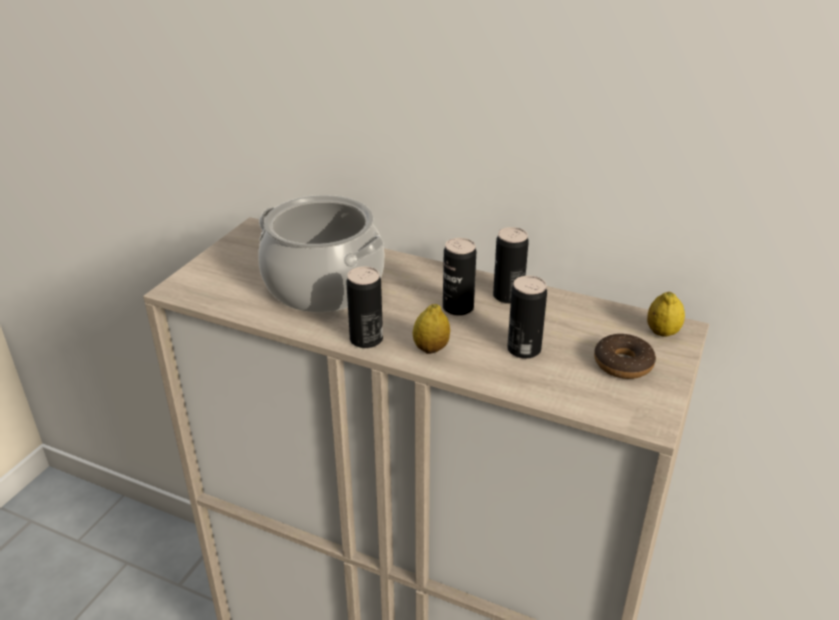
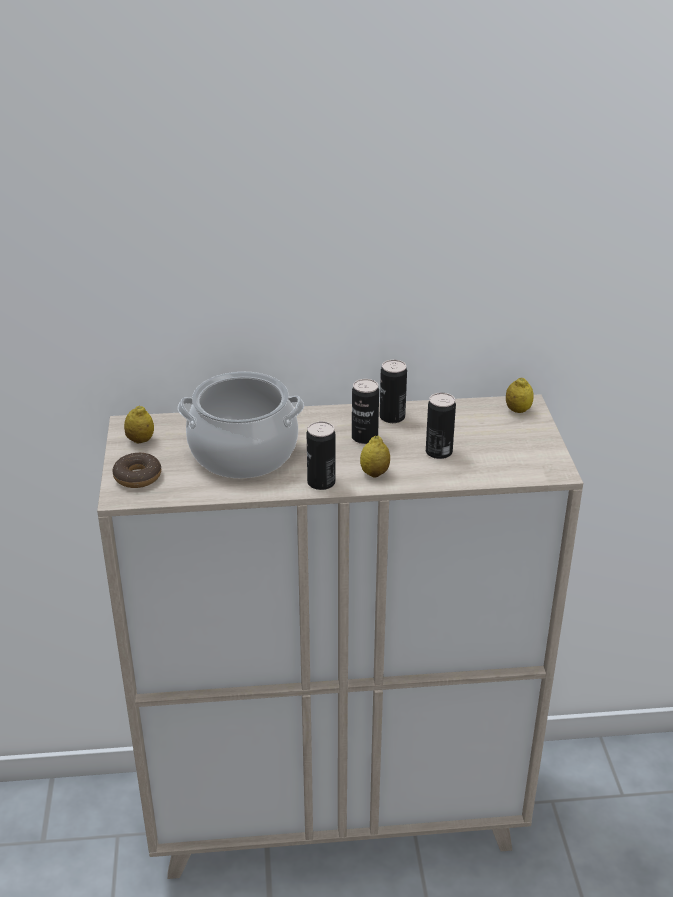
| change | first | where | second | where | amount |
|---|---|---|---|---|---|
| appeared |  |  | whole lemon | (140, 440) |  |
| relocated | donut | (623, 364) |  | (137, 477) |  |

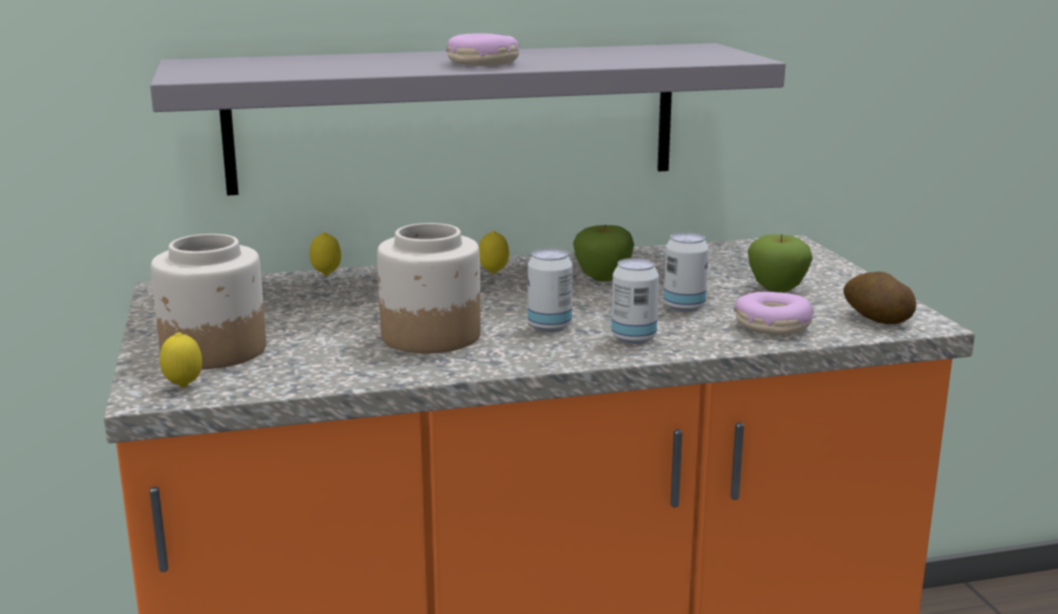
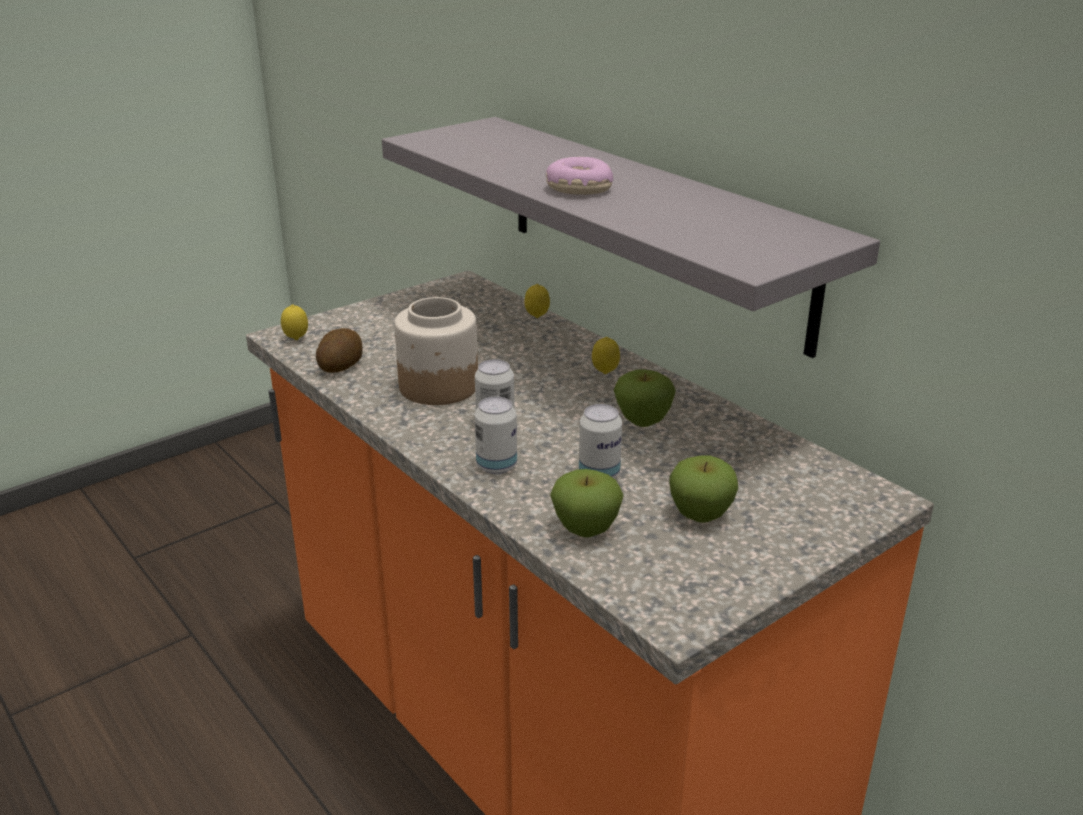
| change | first | where | second | where | amount |
|---|---|---|---|---|---|
| missing | jar | (213, 351) |  |  |  |
| relocated | whole potato | (876, 319) |  | (341, 365) |  |
| exchanged | donut | (773, 326) | whole apple | (585, 529) |  |

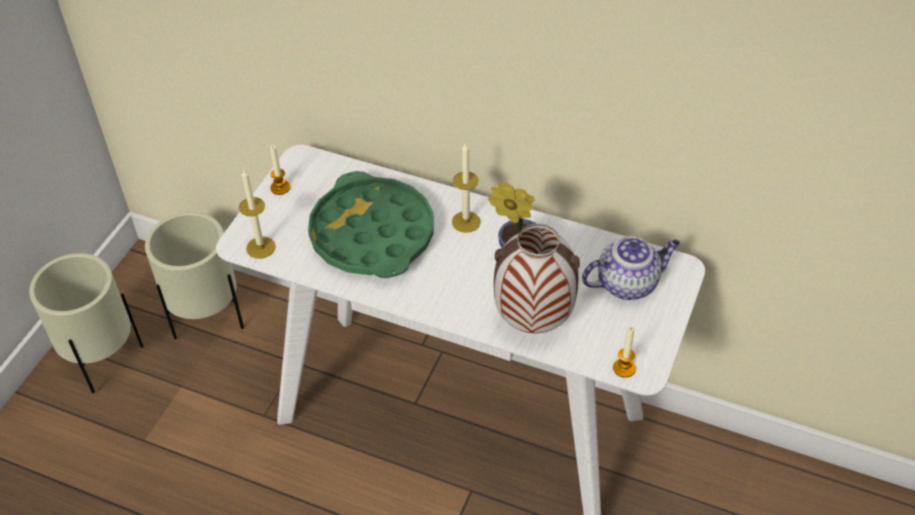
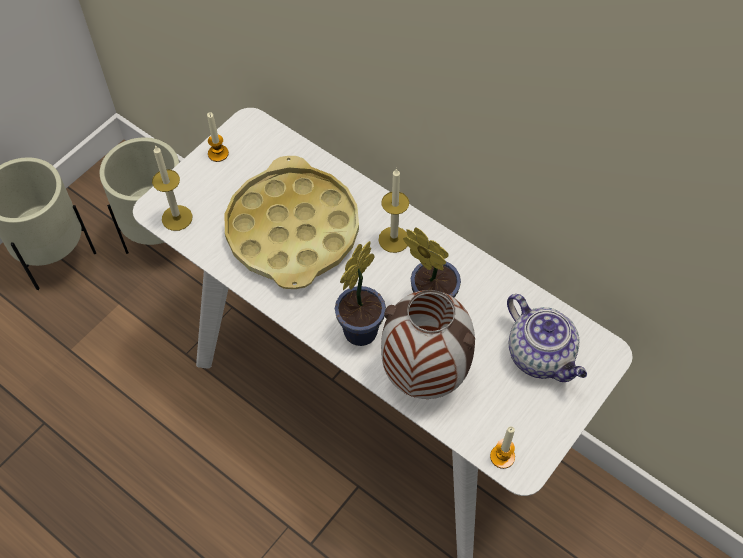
| change | first | where | second | where | amount |
|---|---|---|---|---|---|
| appeared |  |  | houseplant | (363, 328) |  |
| colour | carrying tray/greenish | (372, 234) | carrying tray/yellow-coloured | (292, 230) |  |
| spun | teapot | (628, 283) |  | (541, 356) | 60 degrees clockwise |

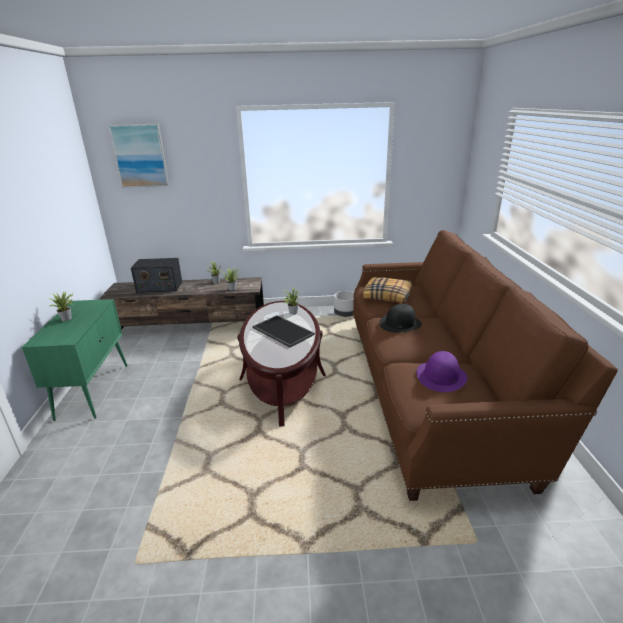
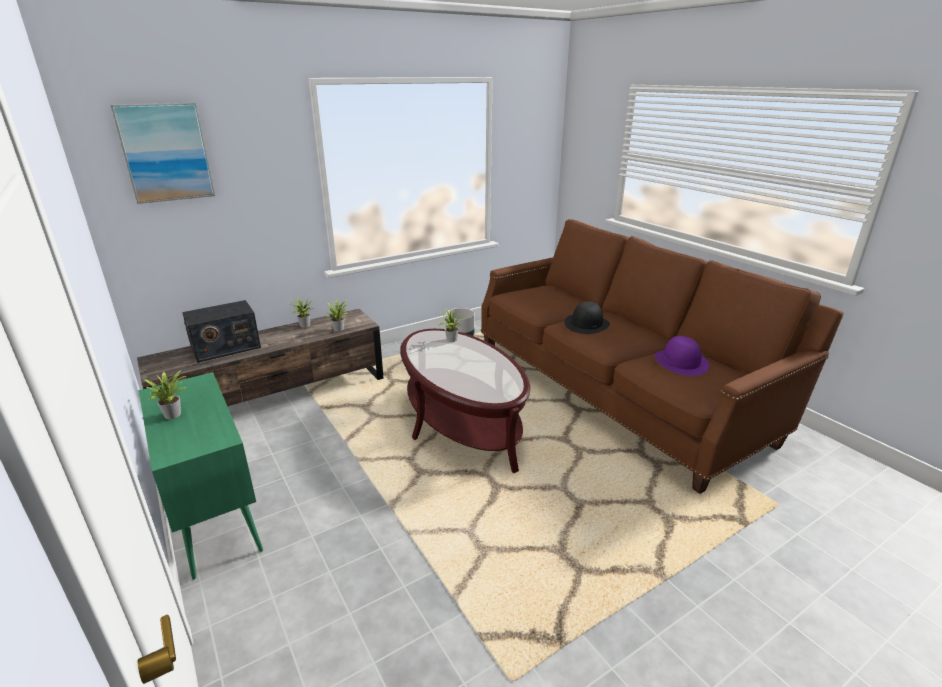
| change | first | where | second | where | amount |
|---|---|---|---|---|---|
| missing | carrying tray | (281, 331) |  |  |  |
| missing | pillow | (387, 296) |  |  |  |

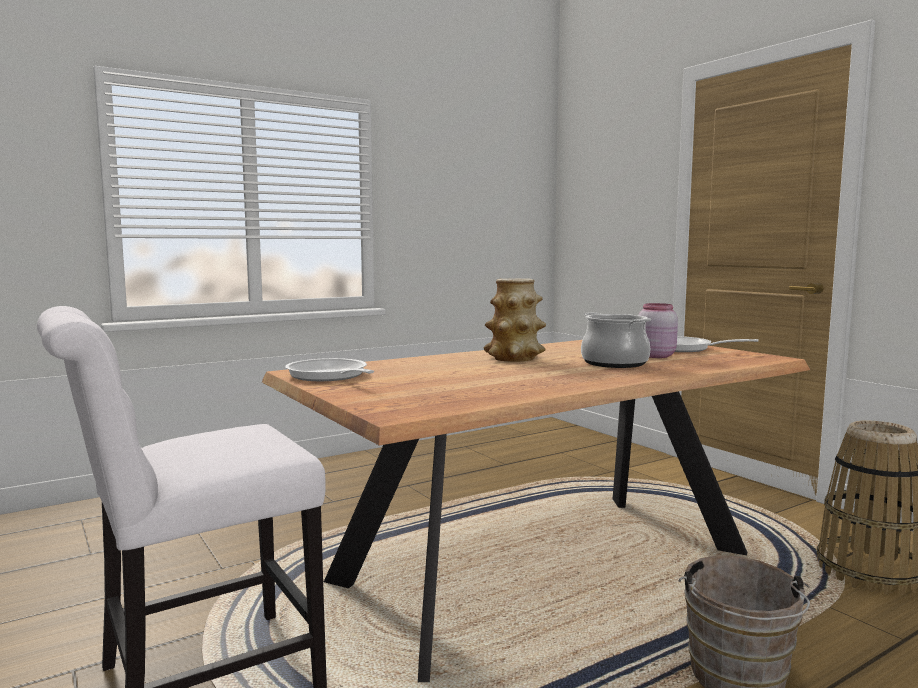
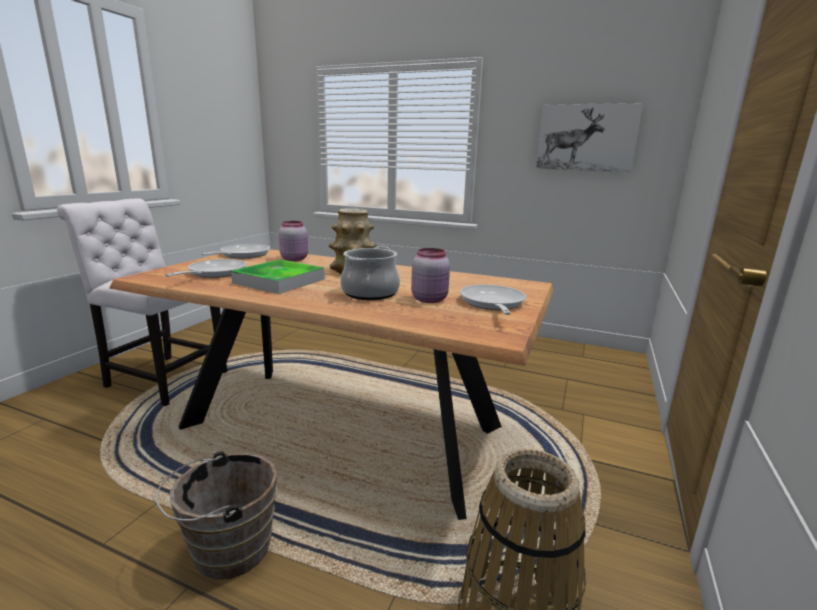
| change | first | where | second | where | amount |
|---|---|---|---|---|---|
| appeared |  |  | frying pan | (214, 273) |  |
| appeared |  |  | carrying tray | (279, 281) |  |
| appeared |  |  | jar/pink | (294, 259) |  |
| appeared |  |  | wall art | (586, 138) |  |

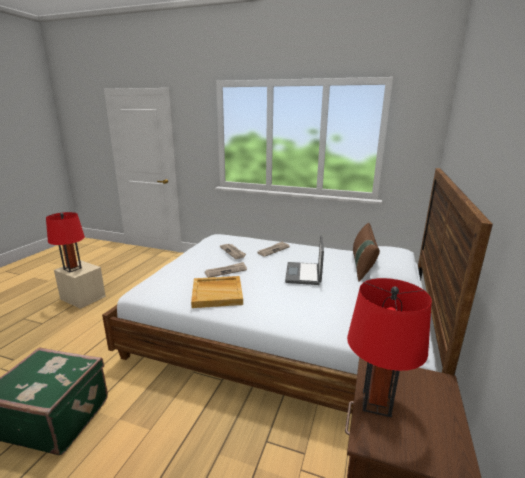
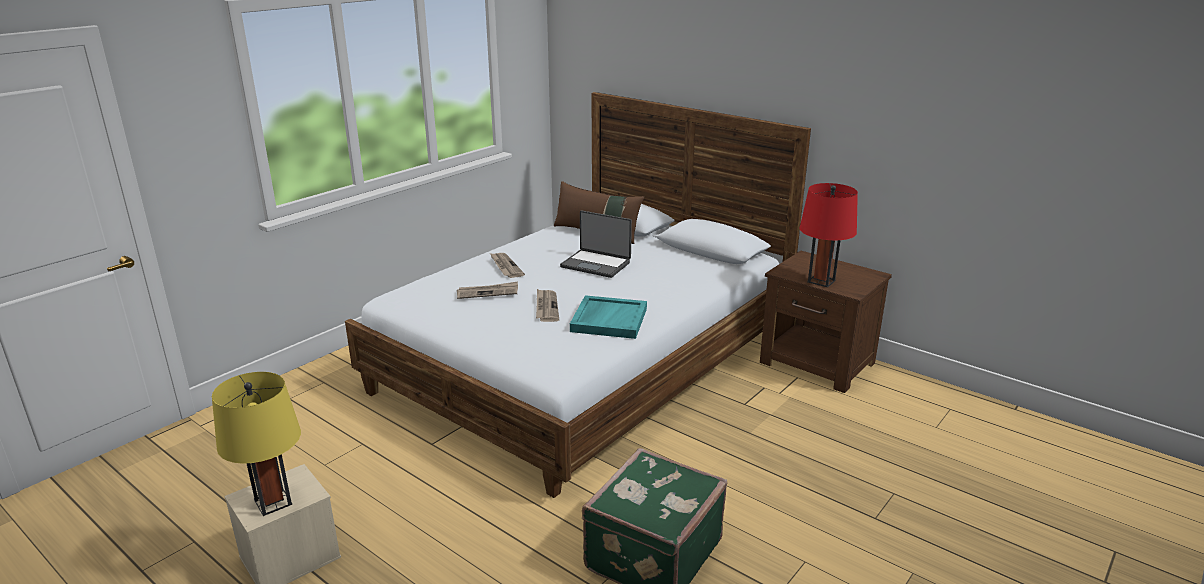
| change | first | where | second | where | amount |
|---|---|---|---|---|---|
| colour | lamp for a table/red-coloured | (72, 268) | lamp for a table/yellow-coloured | (273, 502) |  |
| colour | carrying tray/sand-coloured | (217, 293) | carrying tray/turquoise | (608, 319) |  |

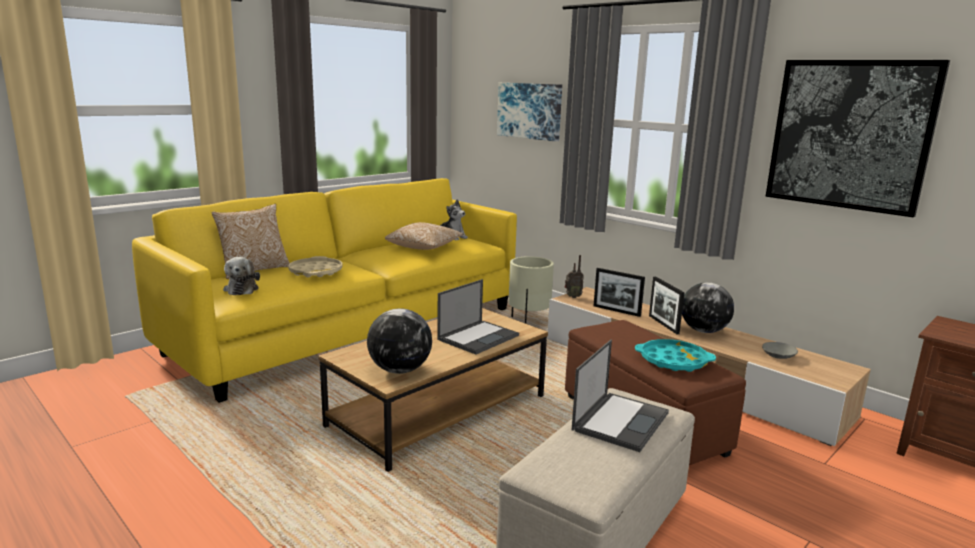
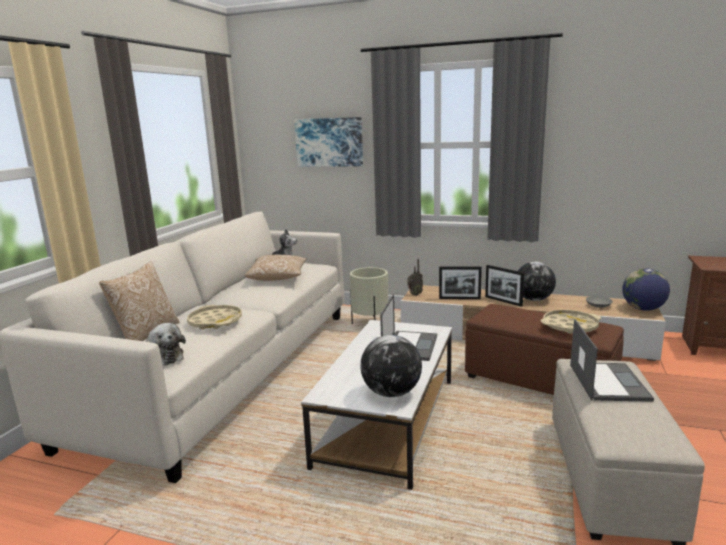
| change | first | where | second | where | amount |
|---|---|---|---|---|---|
| missing | wall art | (849, 135) |  |  |  |
| appeared |  |  | world globe | (643, 309) |  |
| colour | settee/yellow-coloured | (351, 330) | settee/white | (226, 371) |  |
| colour | lounge table/brown-coloured | (438, 411) | lounge table/white | (387, 421) |  |
| colour | carrying tray/turquoise | (673, 361) | carrying tray/sand-coloured | (570, 326) |  |

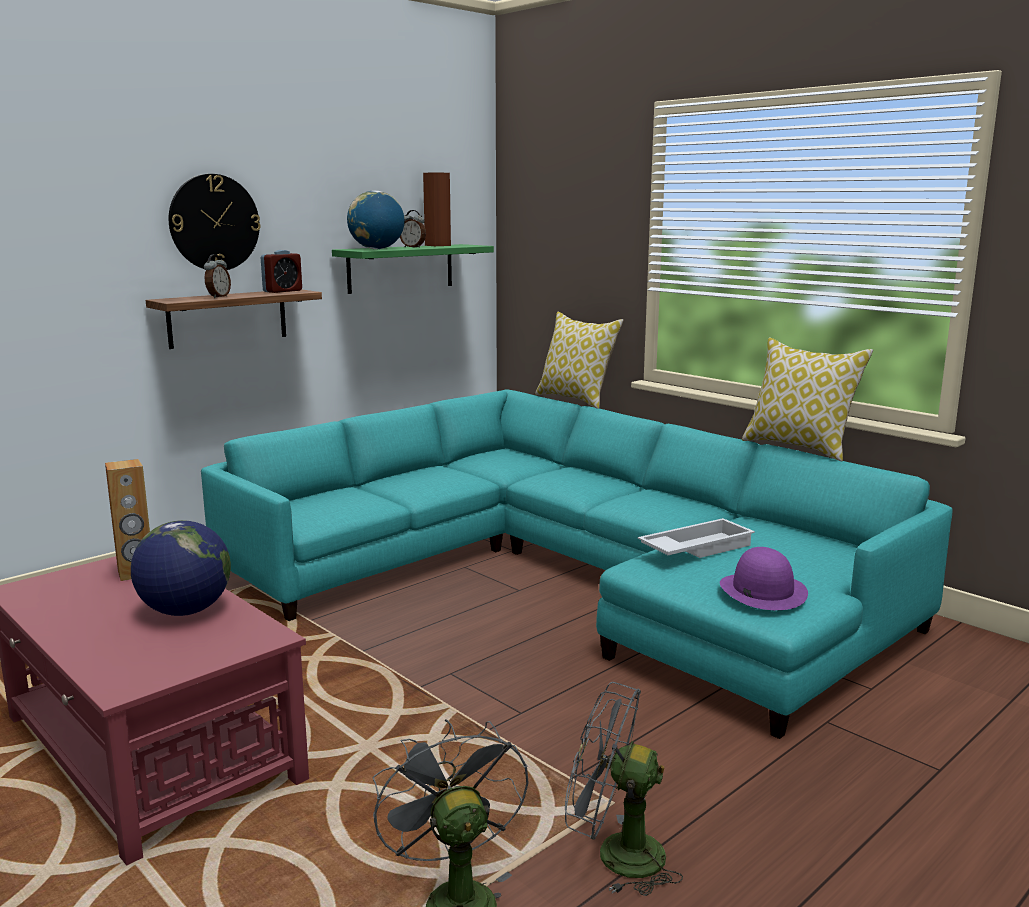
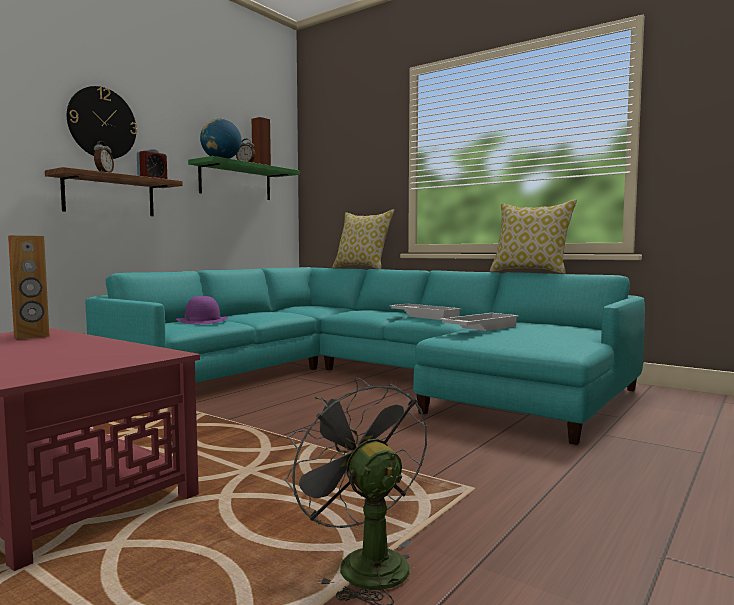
| change | first | where | second | where | amount |
|---|---|---|---|---|---|
| missing | world globe | (185, 611) |  |  |  |
| missing | cooling fan/greyish | (615, 855) |  |  |  |
| appeared |  |  | carrying tray/white | (425, 316) |  |
| relocated | clothing hat/purplish | (762, 590) |  | (202, 320) |  |

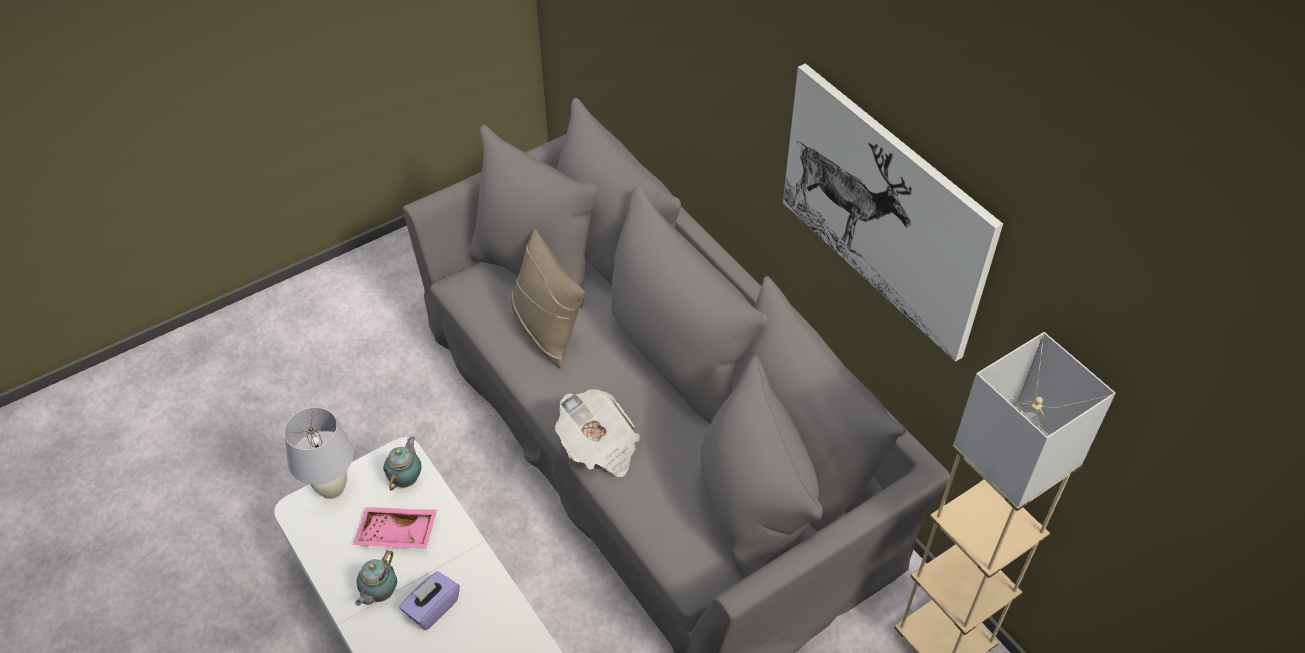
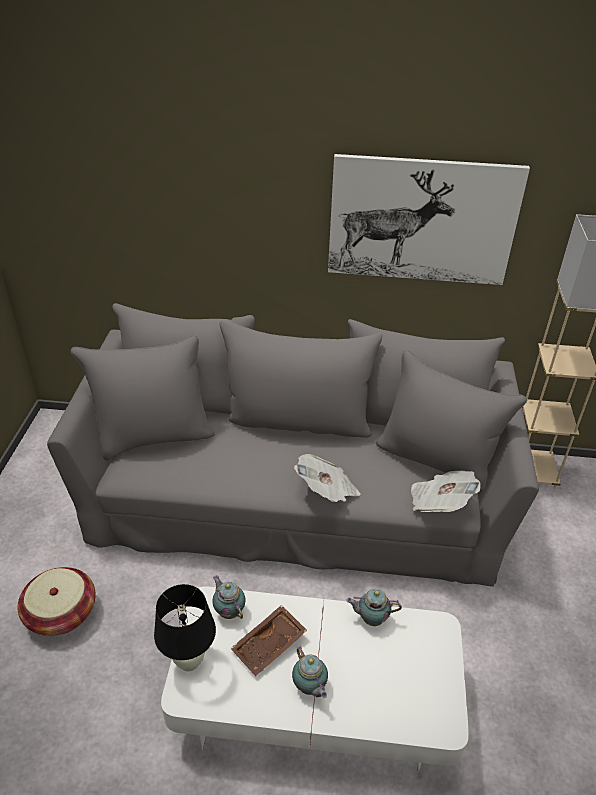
| change | first | where | second | where | amount |
|---|---|---|---|---|---|
| missing | tissue box/purplish | (432, 608) |  |  |  |
| missing | pillow/sand-coloured | (547, 329) |  |  |  |
| appeared |  |  | storage basket | (61, 613) |  |
| appeared |  |  | teapot | (371, 618) |  |
| appeared |  |  | printed paper | (439, 502) |  |
| colour | lamp for a table/white | (332, 489) | lamp for a table/black | (189, 661) |  |
| colour | carrying tray/pink | (396, 535) | carrying tray/brown-coloured | (270, 646) |  |

